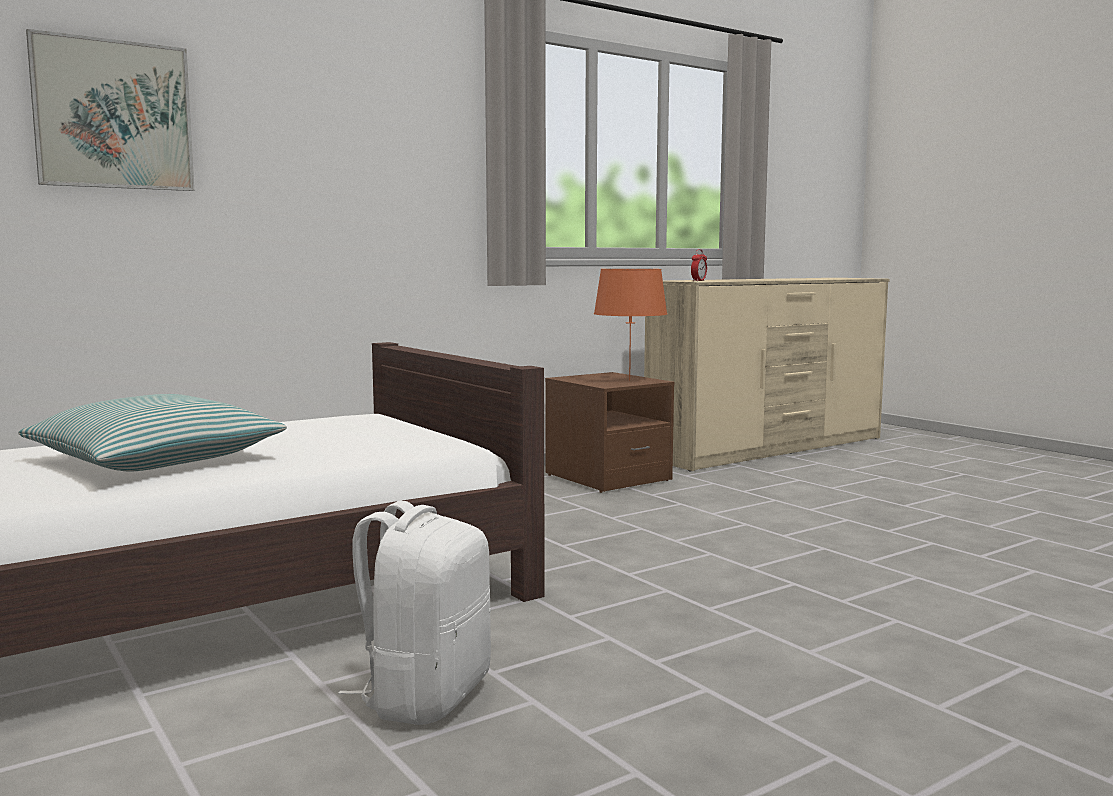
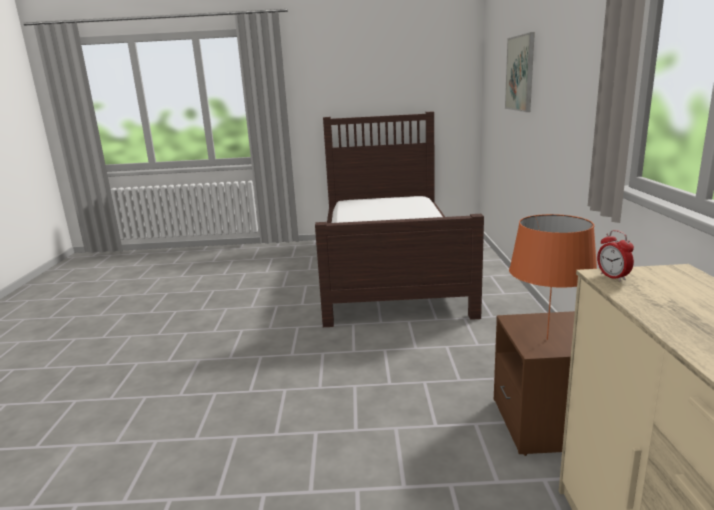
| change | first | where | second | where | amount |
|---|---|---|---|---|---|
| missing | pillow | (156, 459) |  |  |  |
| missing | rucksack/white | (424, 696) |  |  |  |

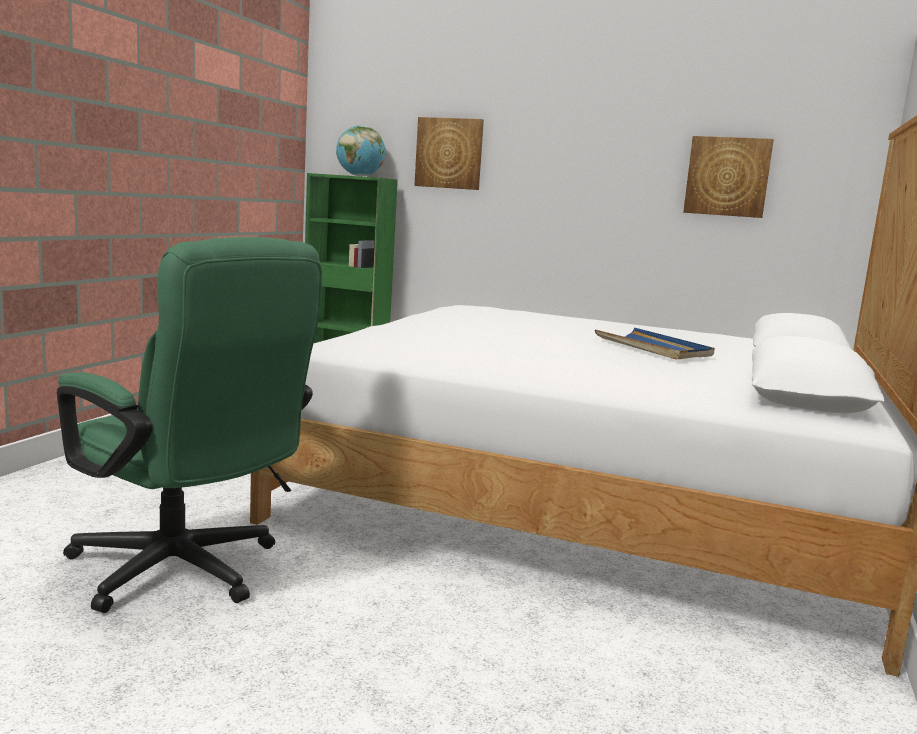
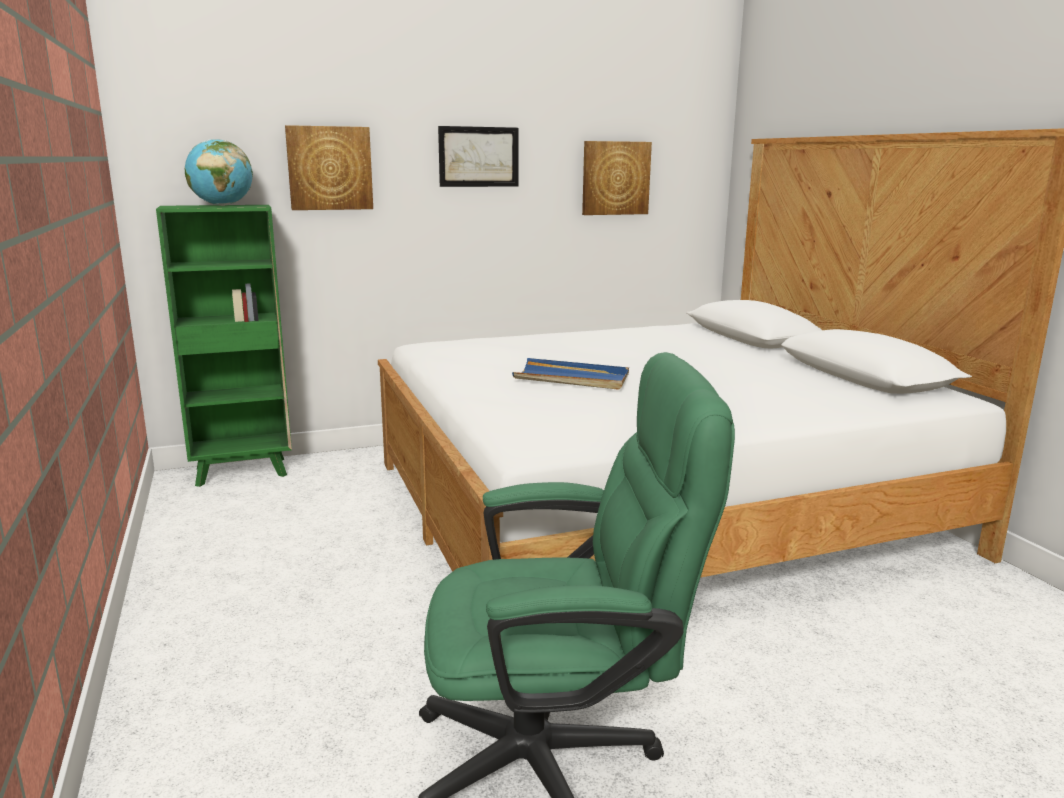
| change | first | where | second | where | amount |
|---|---|---|---|---|---|
| appeared |  |  | wall art | (479, 157) |  |
| relocated | carrying tray/blue | (653, 348) |  | (572, 378) |  |

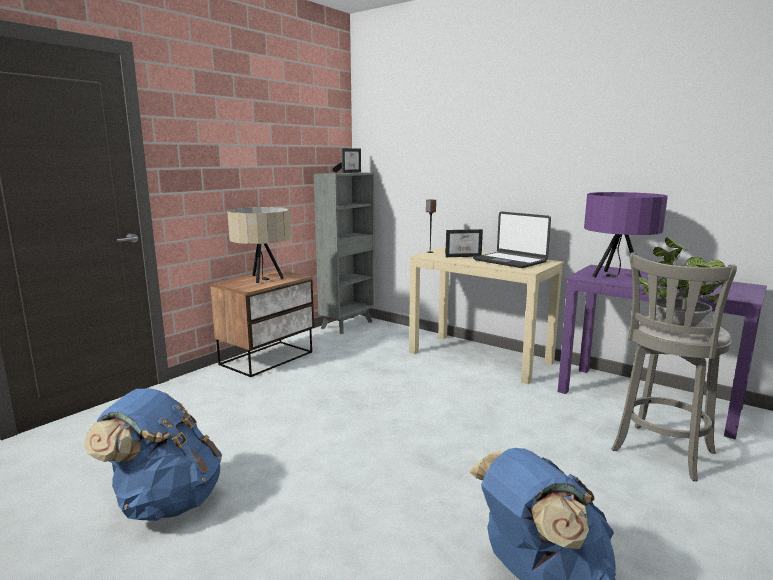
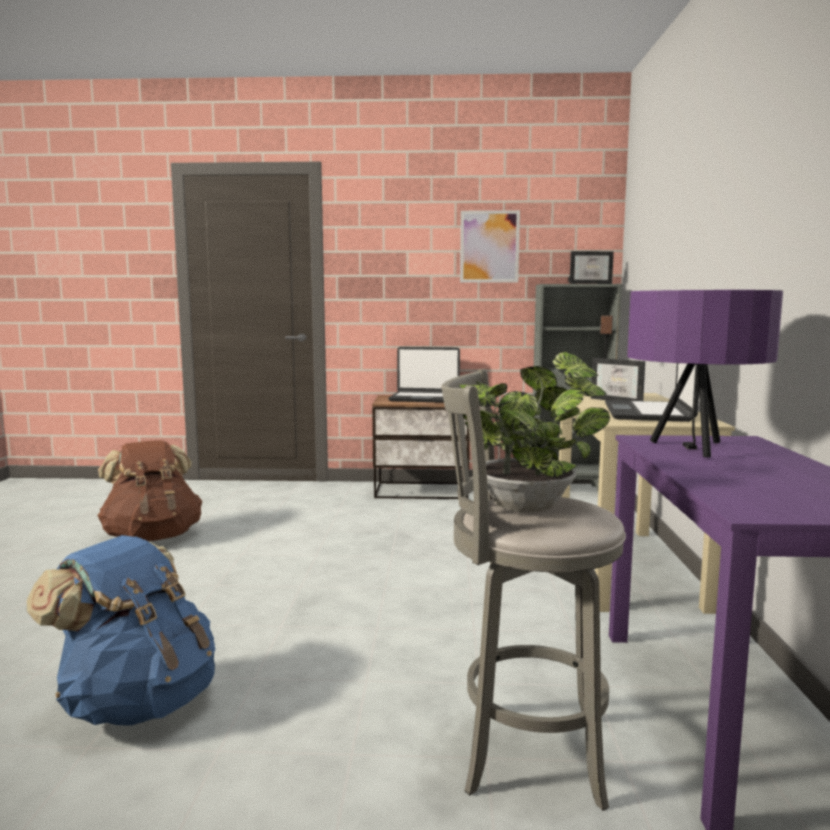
| change | first | where | second | where | amount |
|---|---|---|---|---|---|
| appeared |  |  | wall art | (489, 246) |  |
| exchanged | lamp for a table/sand-coloured | (263, 278) | notebook computer | (424, 398) |  |
| colour | rucksack/blue | (166, 501) | rucksack/brown-coloured | (153, 537) |  |

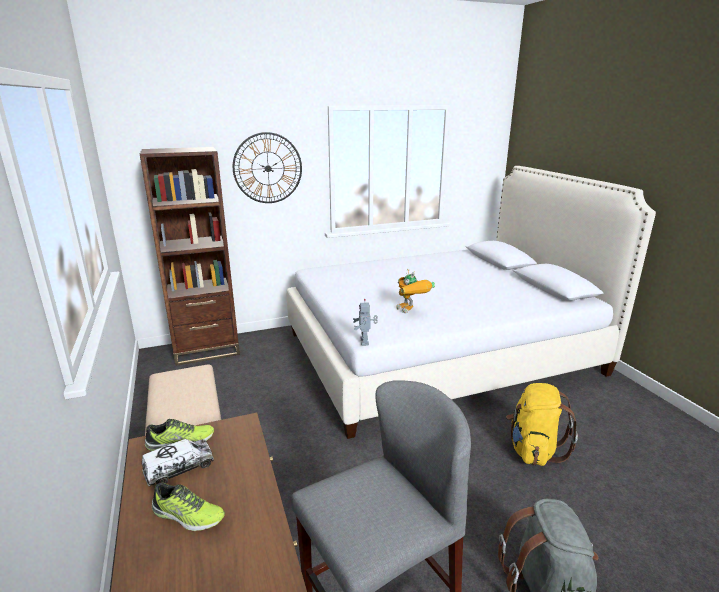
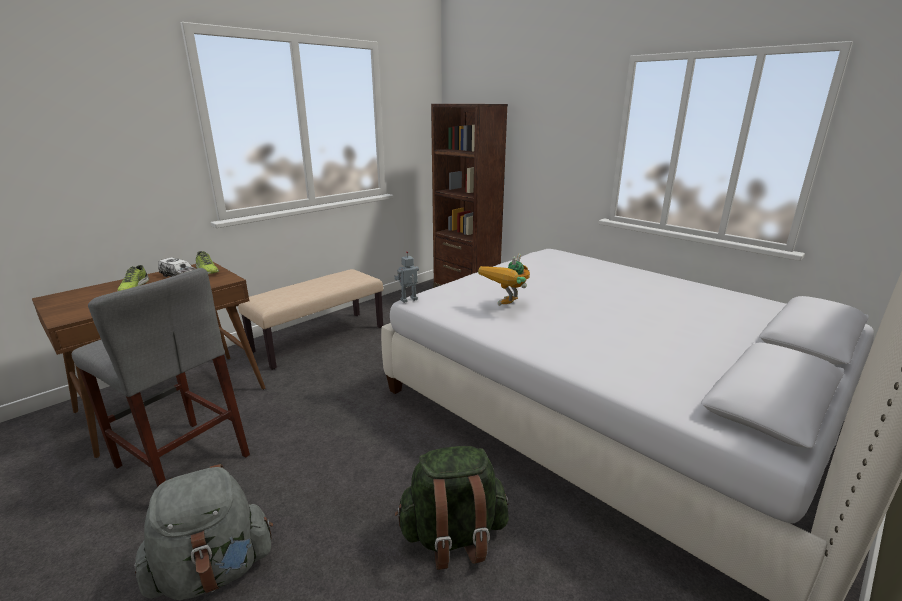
| change | first | where | second | where | amount |
|---|---|---|---|---|---|
| missing | clock on the wall | (268, 168) |  |  |  |
| colour | rucksack/yellow-coloured | (533, 450) | rucksack/greenish | (453, 536) |  |

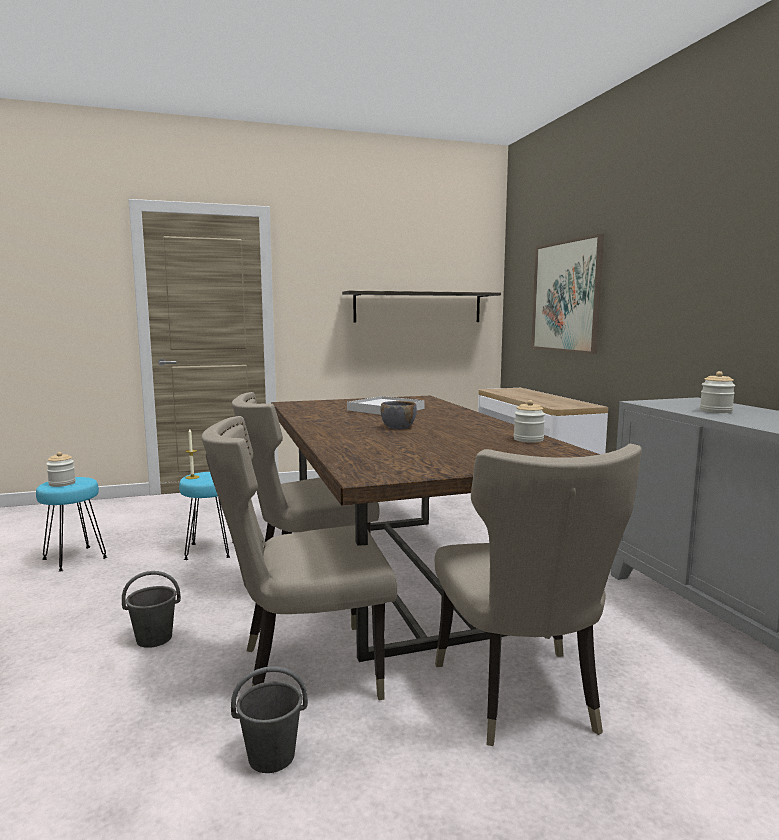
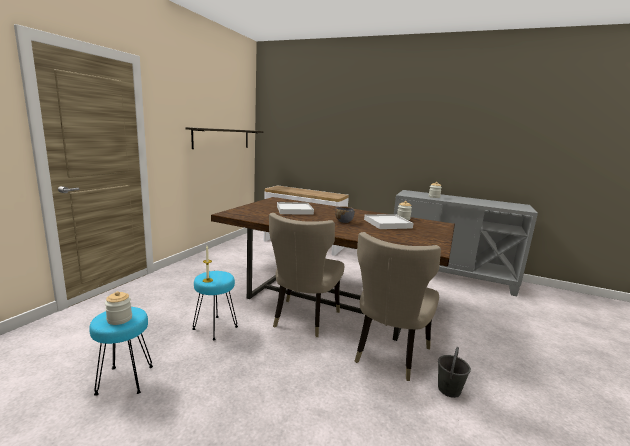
| change | first | where | second | where | amount |
|---|---|---|---|---|---|
| missing | bucket/greyish | (155, 638) |  |  |  |
| missing | plain chair/sand-coloured | (521, 699) |  |  |  |
| missing | wall art | (566, 296) |  |  |  |
| appeared |  |  | carrying tray/white | (387, 224) |  |

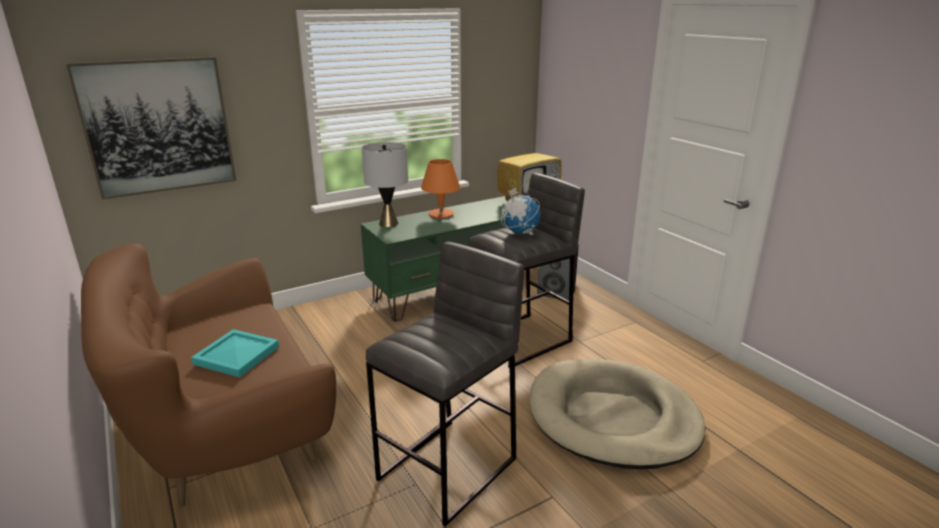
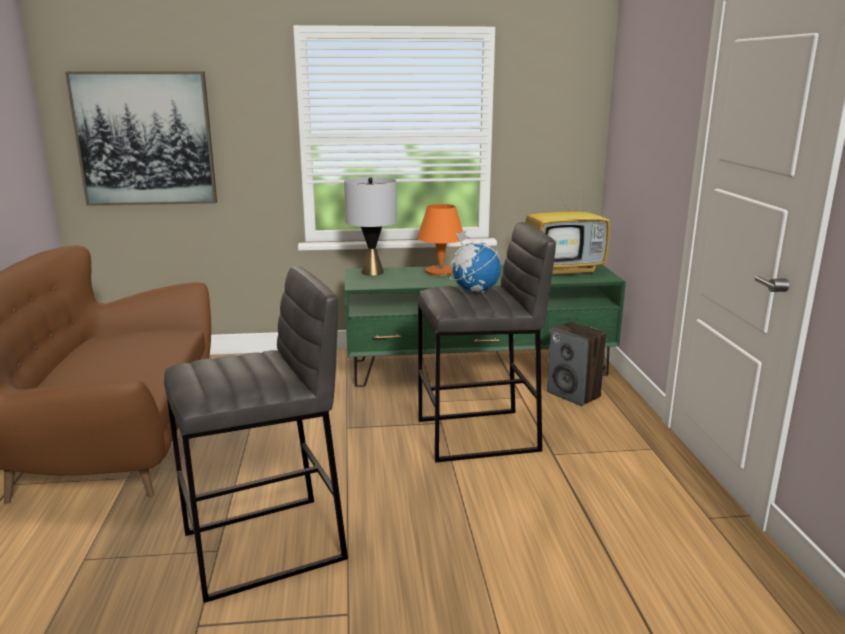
| change | first | where | second | where | amount |
|---|---|---|---|---|---|
| missing | carrying tray/turquoise | (238, 355) |  |  |  |
| missing | pet bed/sand-coloured | (612, 418) |  |  |  |

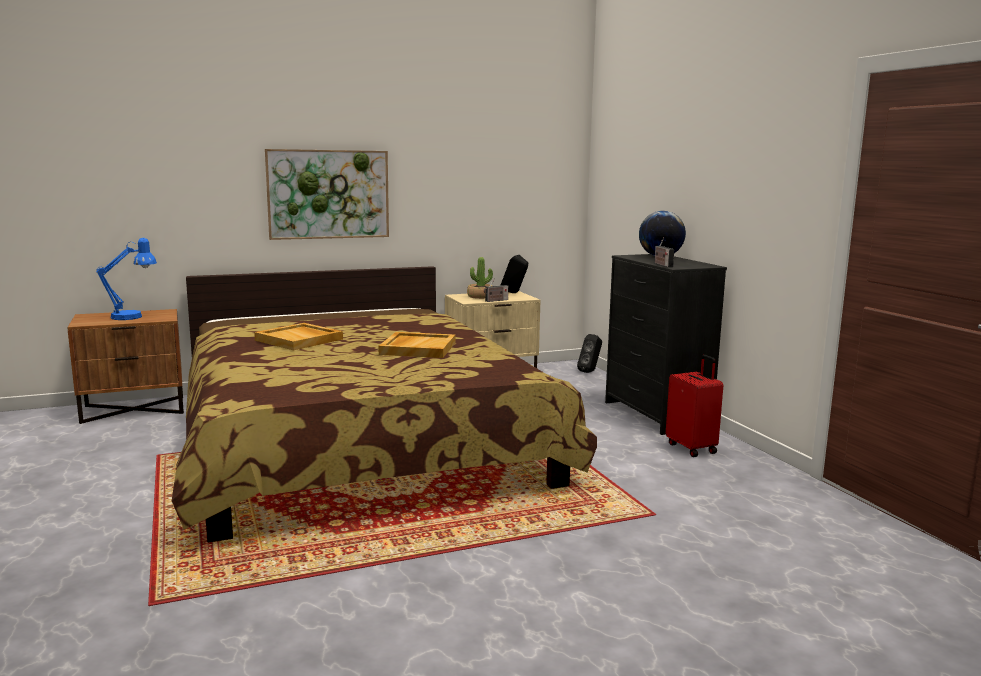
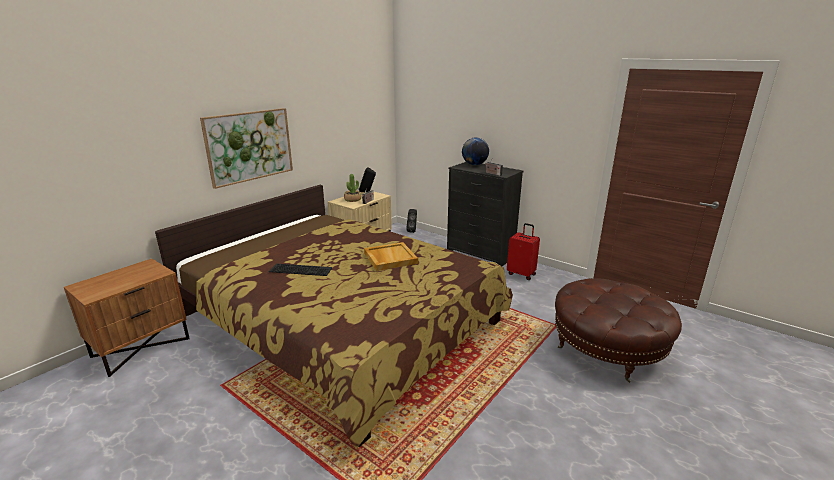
| change | first | where | second | where | amount |
|---|---|---|---|---|---|
| missing | lamp for a table/blue | (133, 316) |  |  |  |
| appeared |  |  | ottoman/brown-coloured | (607, 348) |  |
| exchanged | carrying tray/sand-coloured | (300, 340) | keyboard | (301, 269) |  |

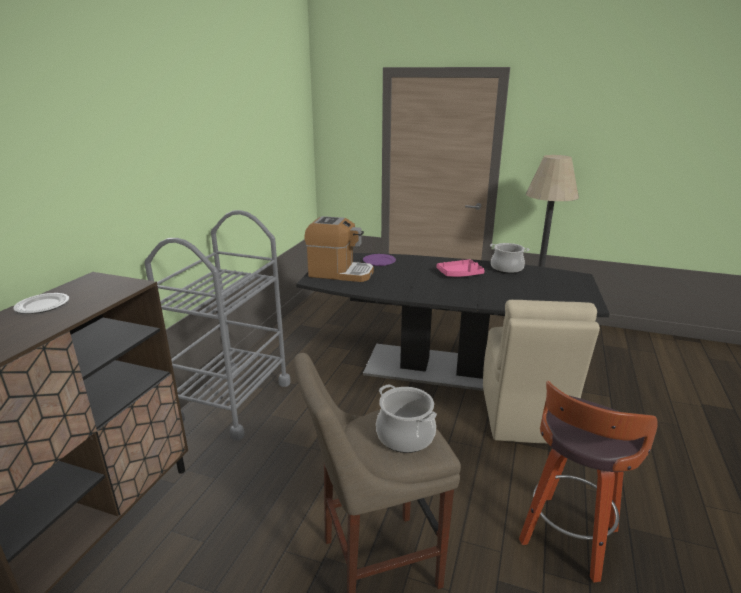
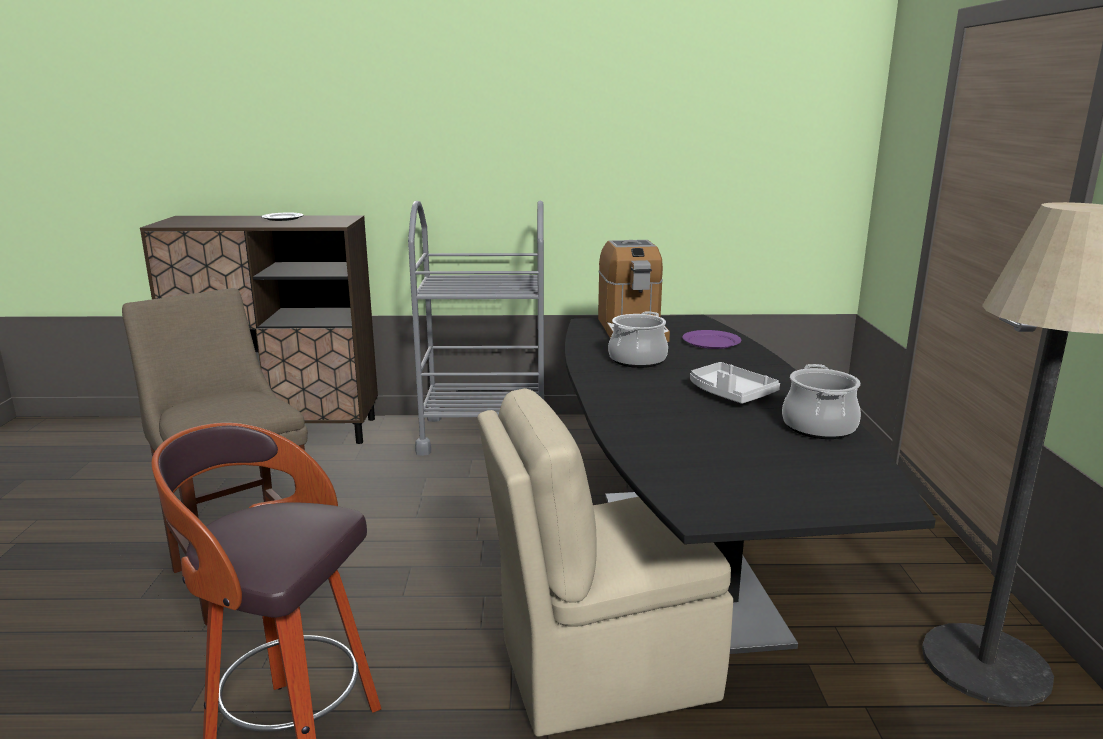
| change | first | where | second | where | amount |
|---|---|---|---|---|---|
| relocated | stockpot | (405, 436) |  | (637, 360) |  |
| colour | carrying tray/pink | (460, 274) | carrying tray/greyish | (730, 394) |  |

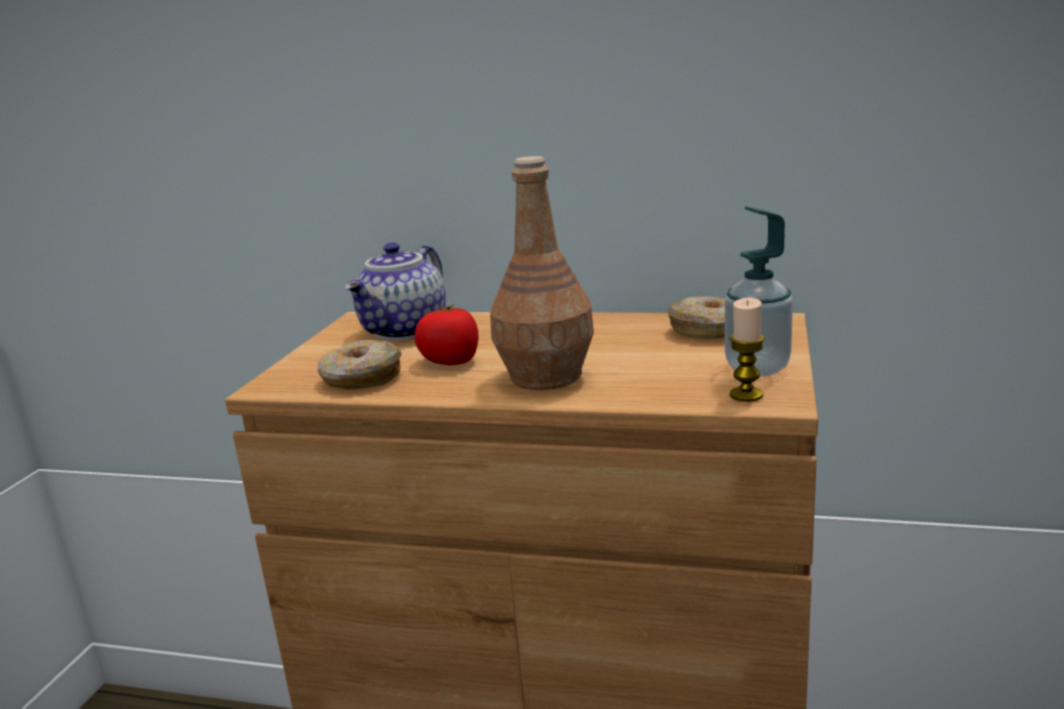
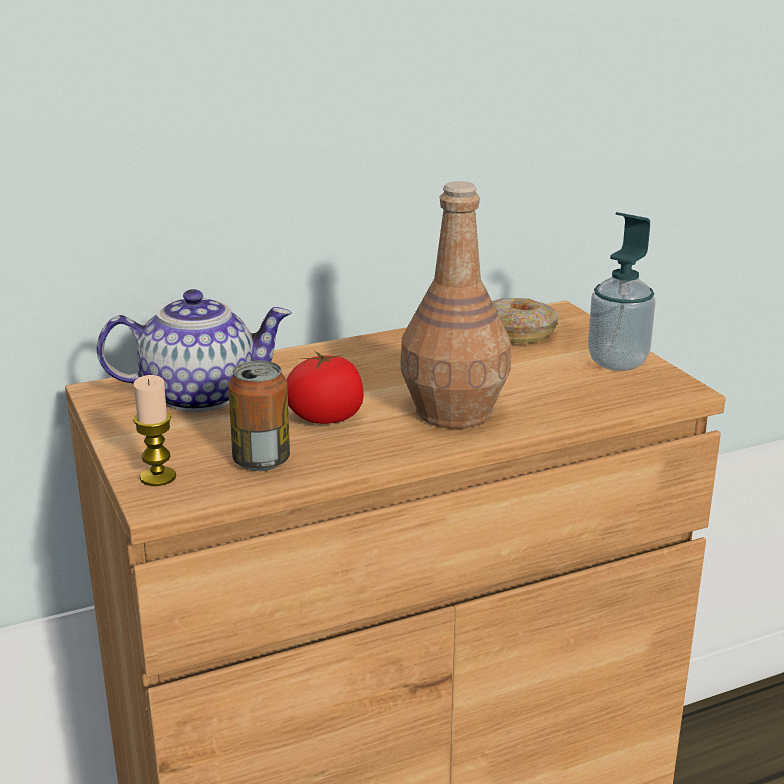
| change | first | where | second | where | amount |
|---|---|---|---|---|---|
| relocated | candle | (746, 395) |  | (158, 477) |  |
| exchanged | donut | (361, 379) | sealed can | (261, 461) |  |
| spun | teapot | (405, 331) |  | (201, 394) | 90 degrees counterclockwise |

